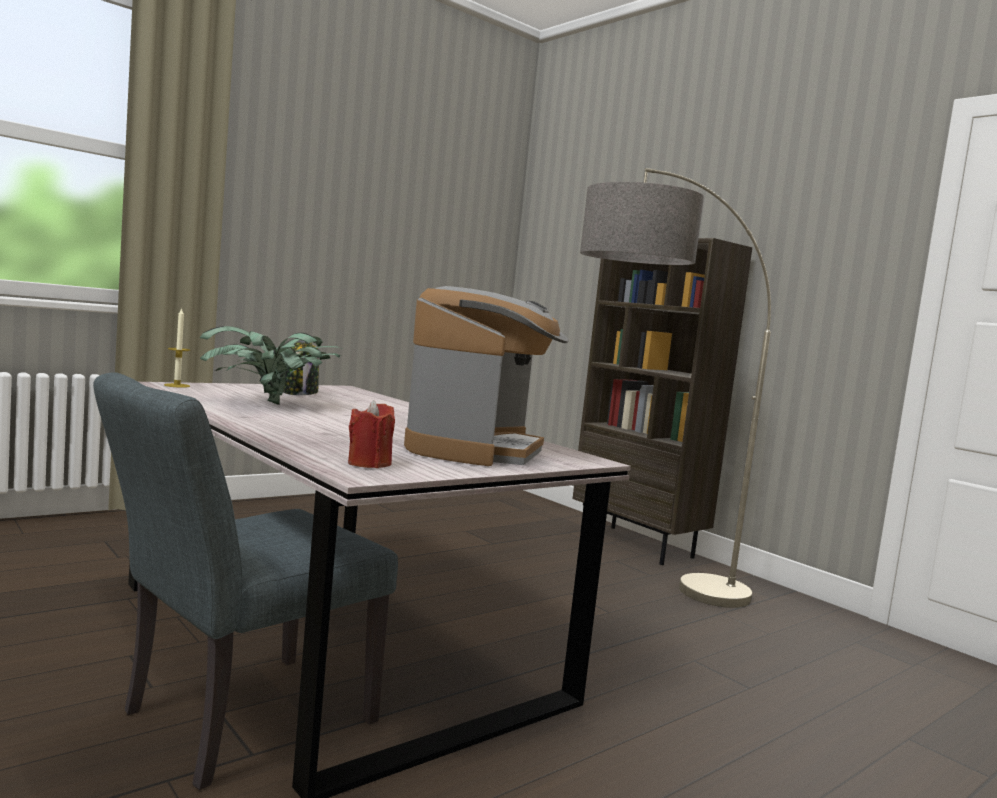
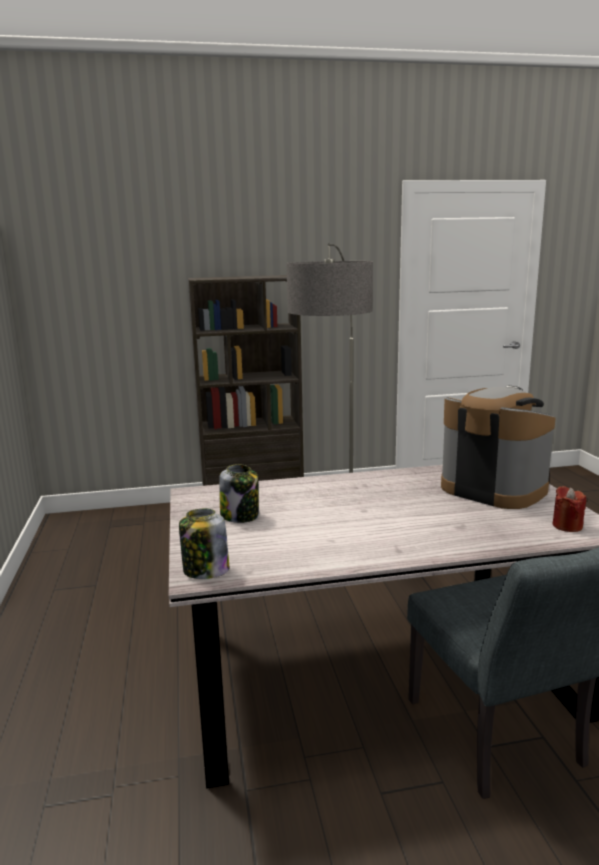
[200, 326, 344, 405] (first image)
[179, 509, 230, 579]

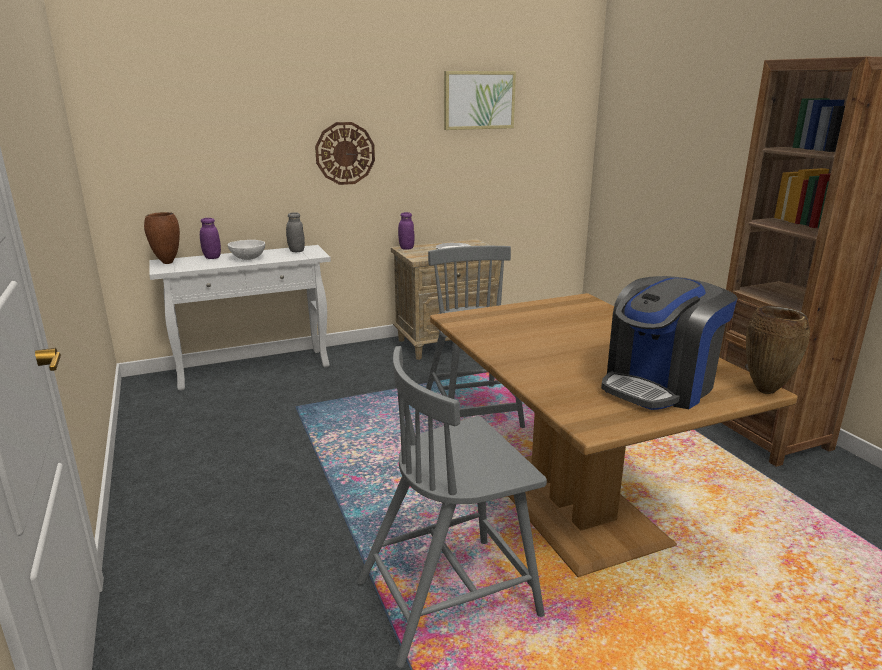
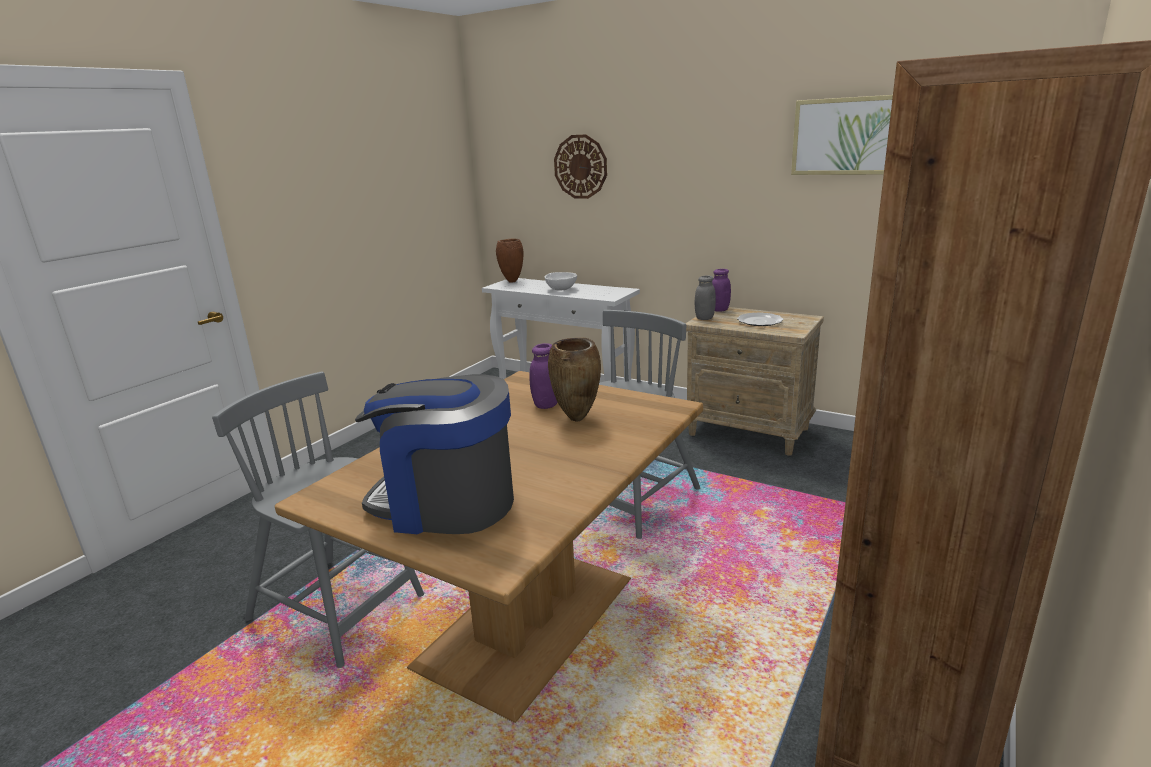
[529, 343, 557, 409]
[695, 275, 716, 320]
[554, 134, 607, 199]
[548, 338, 601, 422]

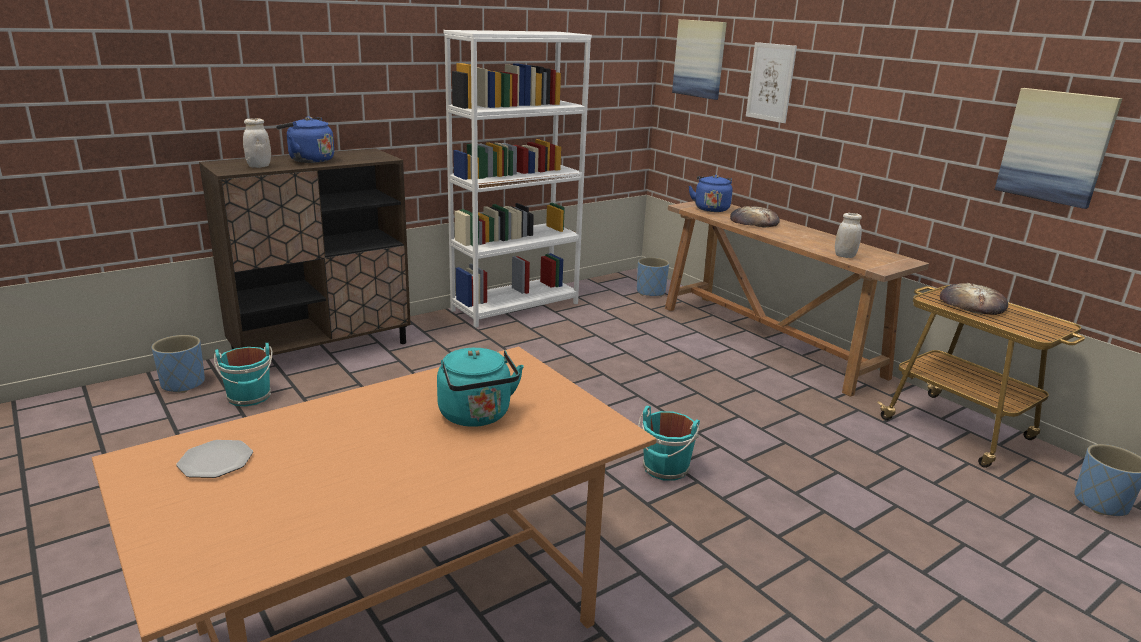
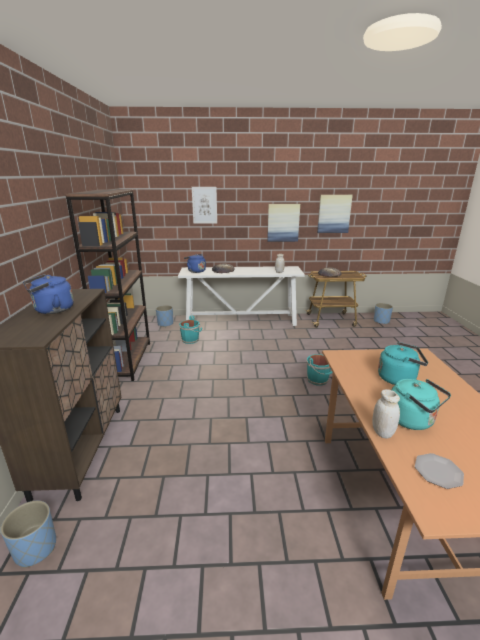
[392, 379, 451, 430]
[179, 315, 202, 344]
[372, 389, 400, 439]
[267, 204, 300, 242]
[65, 189, 150, 381]
[178, 266, 305, 326]

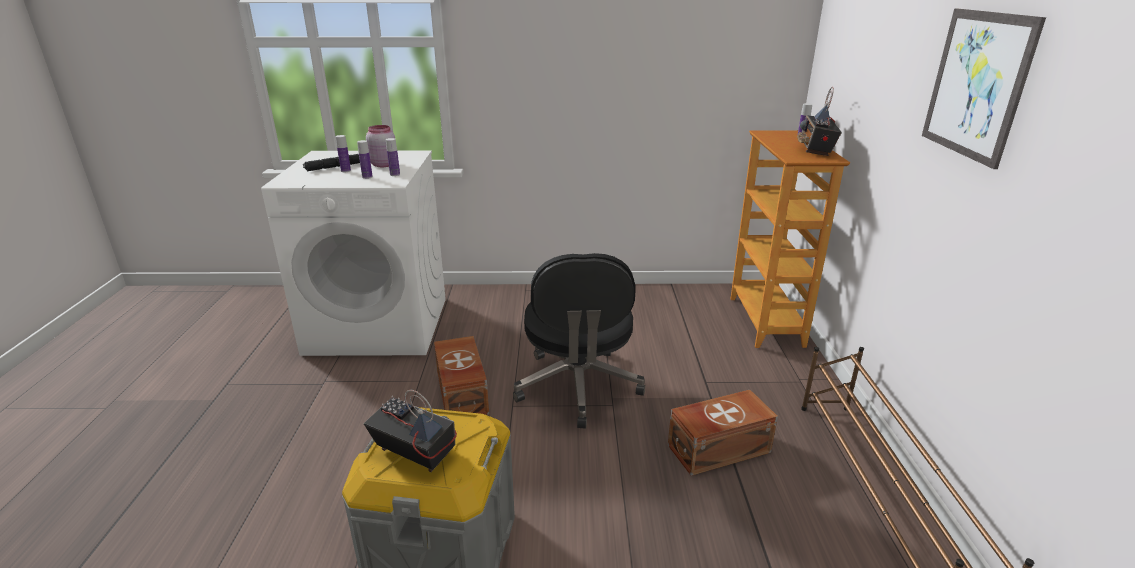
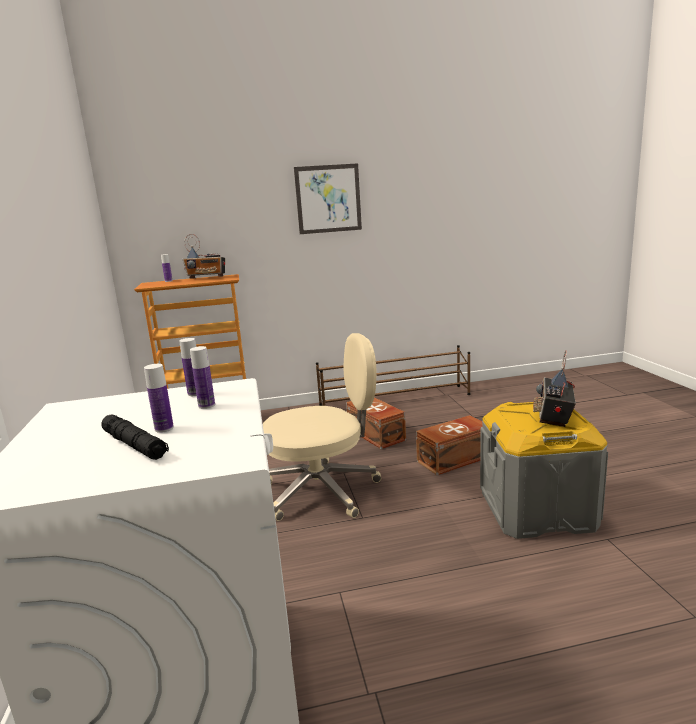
[366, 125, 395, 167] (first image)
[416, 415, 482, 475]
[263, 333, 381, 521]

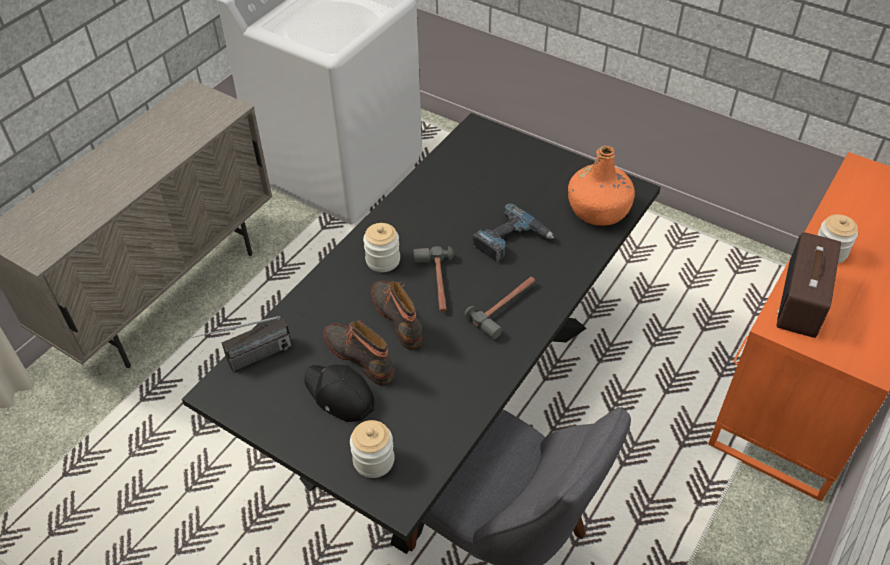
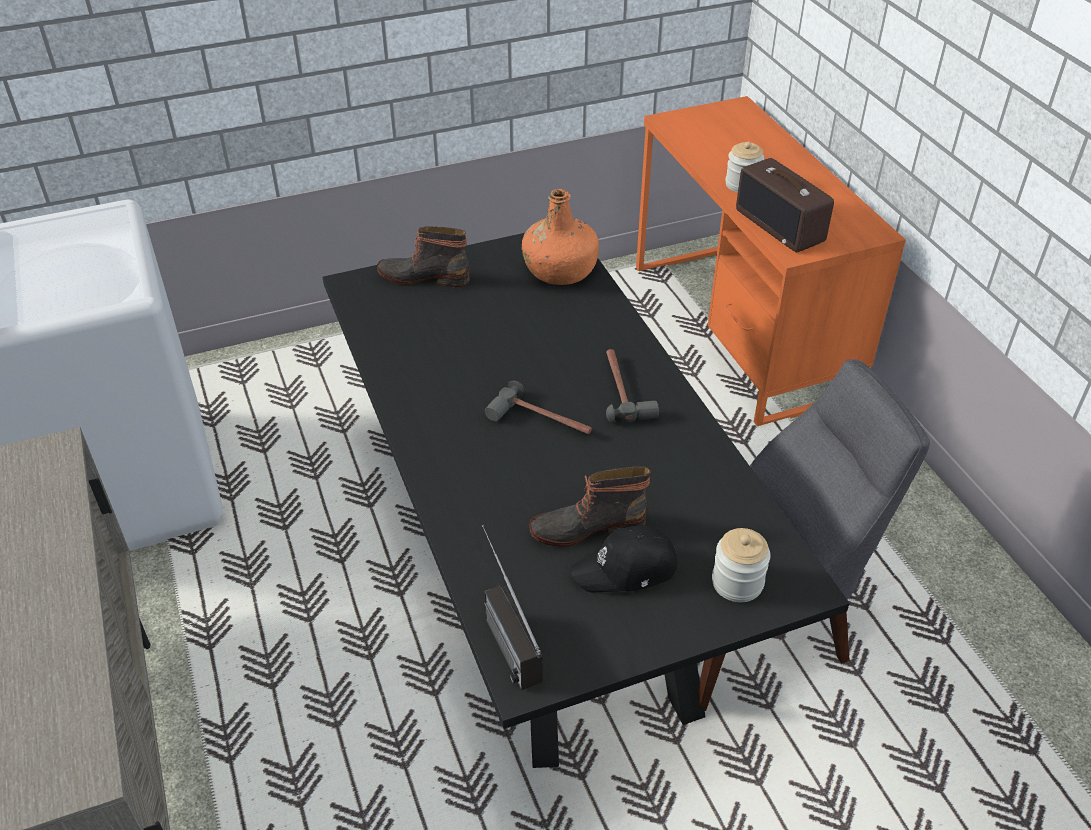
[363, 223, 400, 272] (first image)
[473, 203, 554, 262] (first image)
[377, 226, 470, 287]
[482, 525, 543, 690]

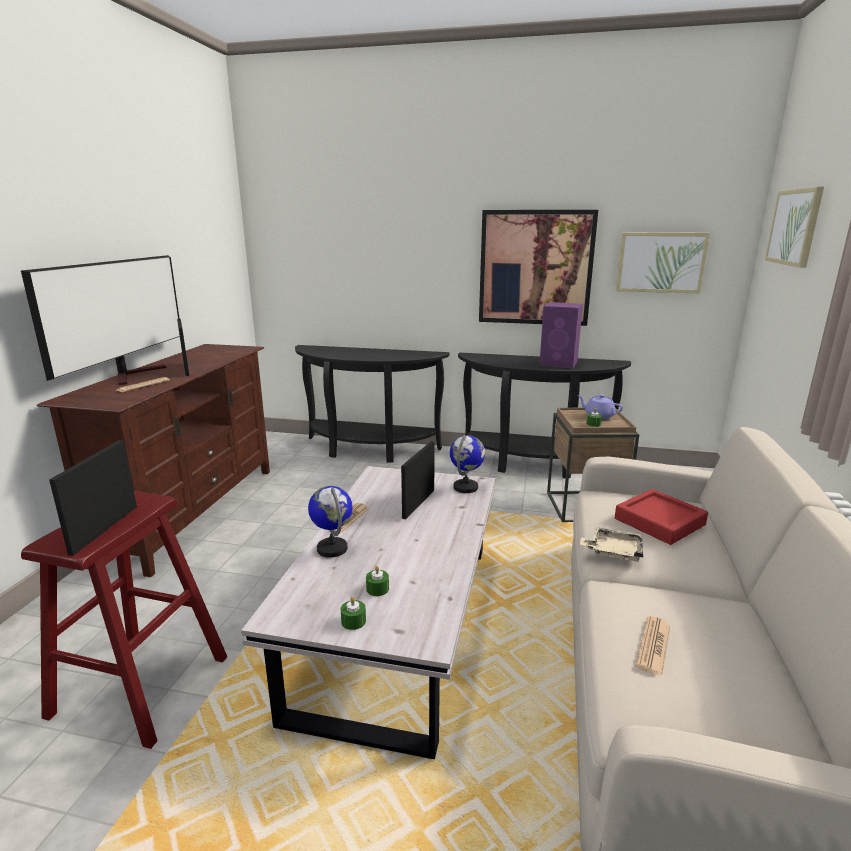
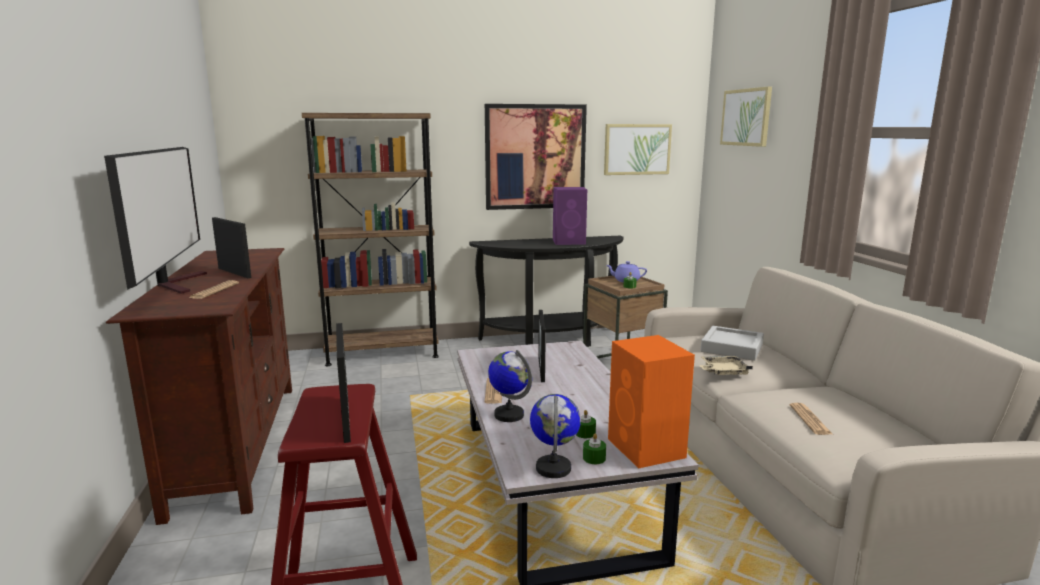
[608, 335, 695, 468]
[530, 394, 581, 478]
[302, 113, 439, 366]
[700, 326, 764, 361]

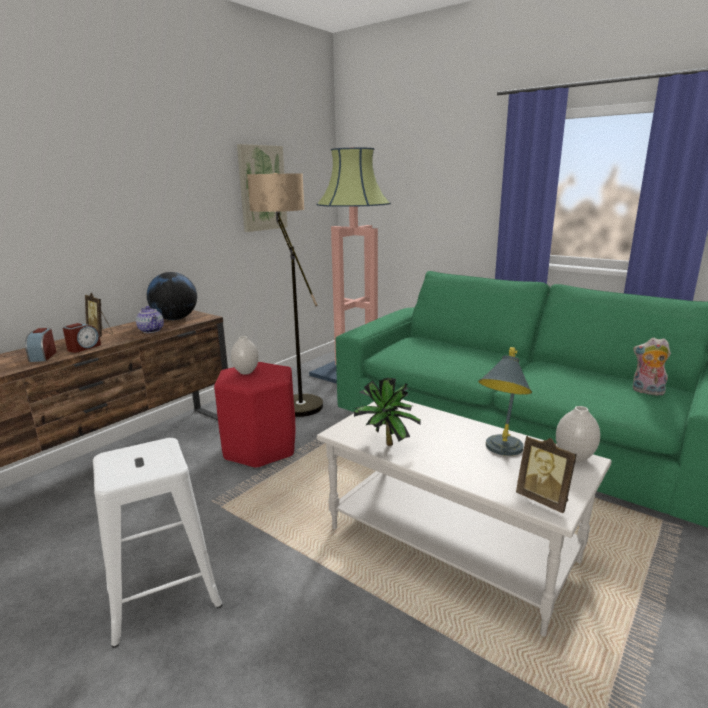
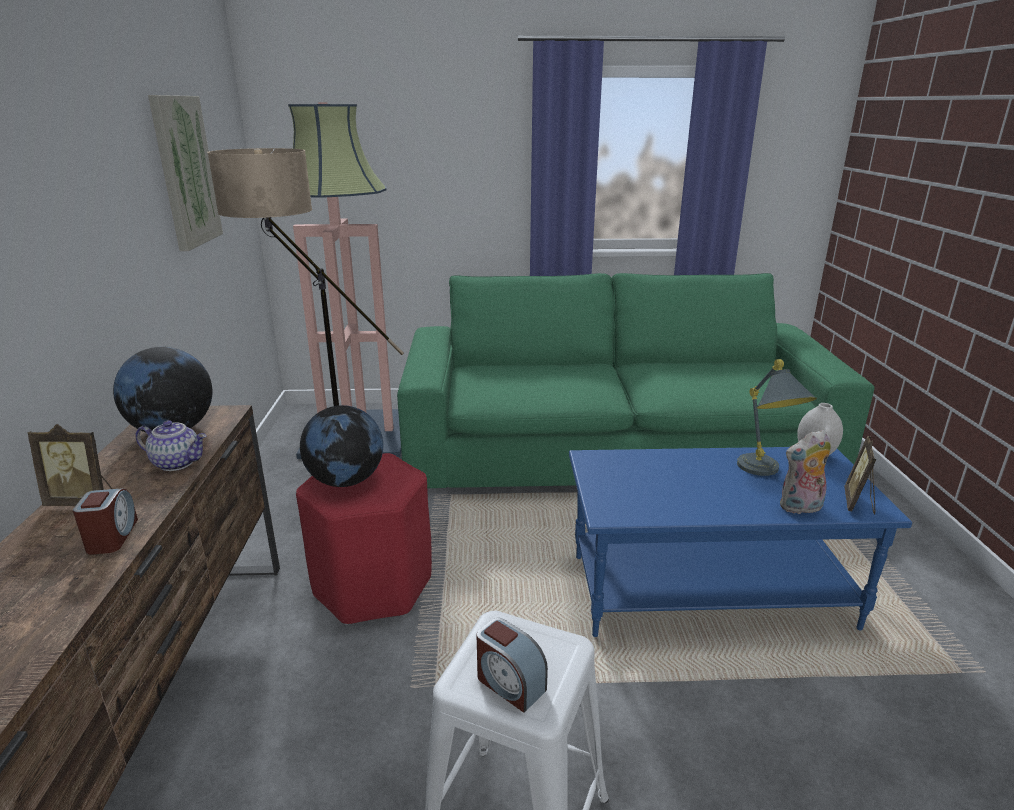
[354, 378, 421, 446] (first image)
[477, 618, 548, 713]
[780, 430, 831, 515]
[300, 405, 383, 487]
[569, 447, 912, 637]
[844, 436, 877, 515]

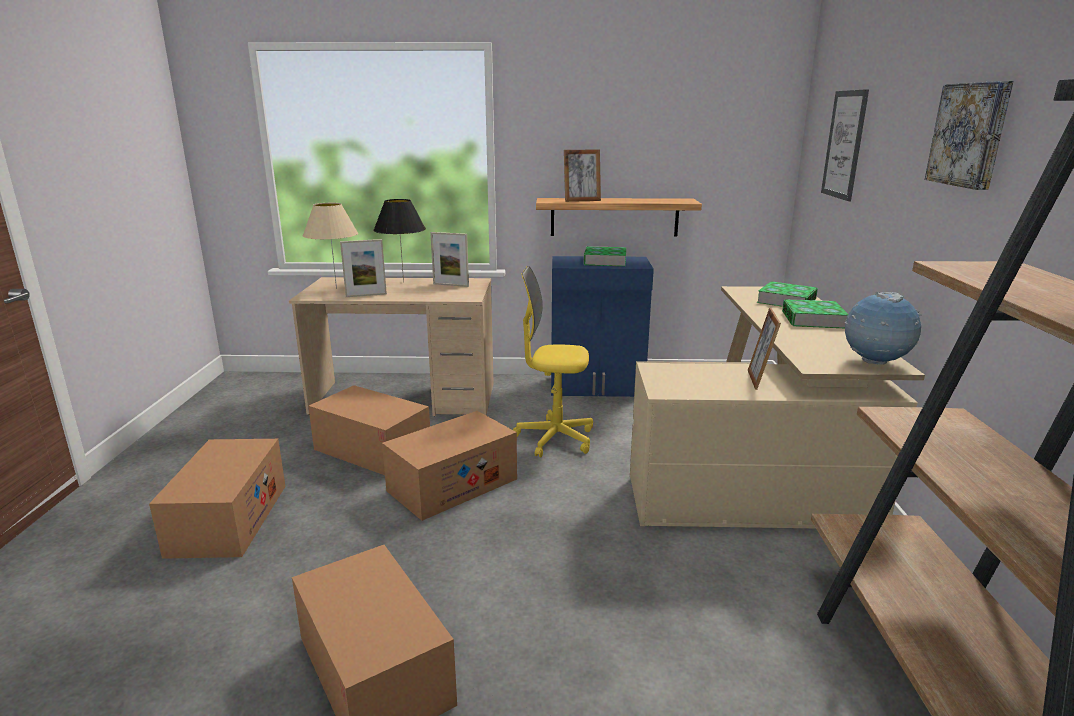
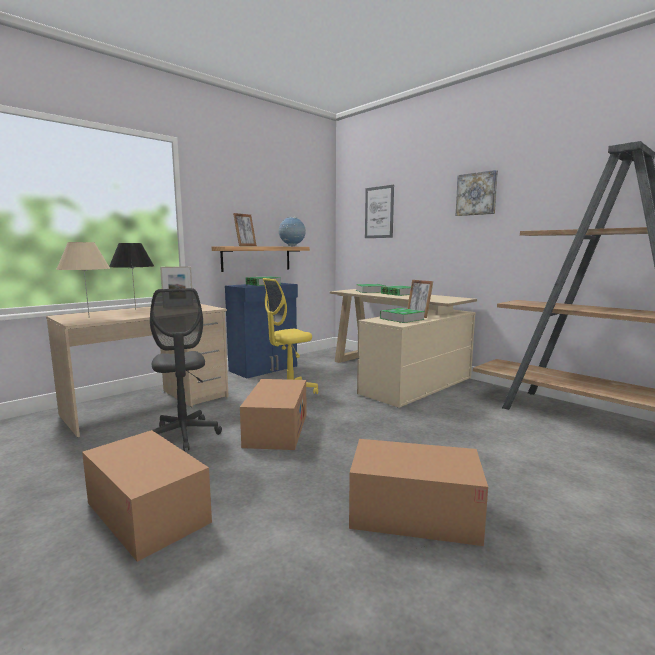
[340, 239, 387, 297] (first image)
[380, 308, 425, 323]
[279, 217, 306, 246]
[150, 288, 222, 451]

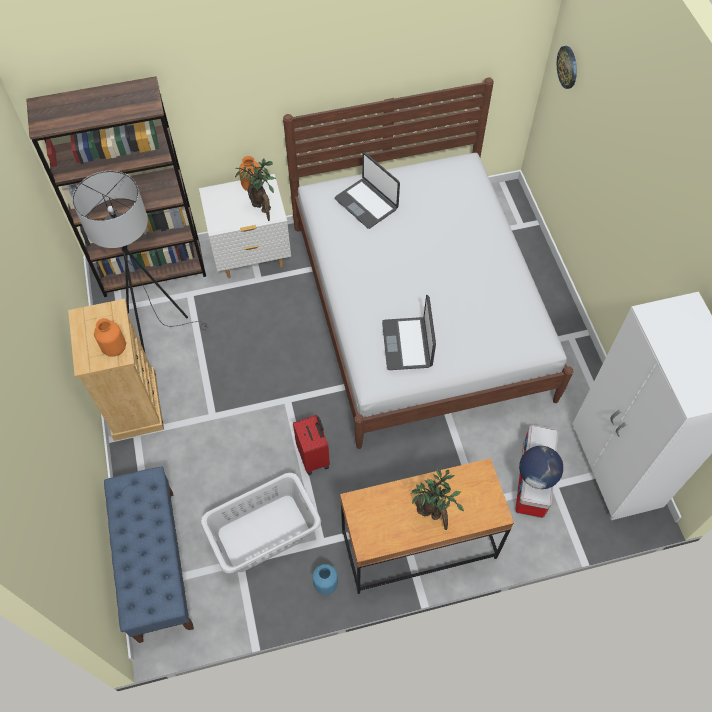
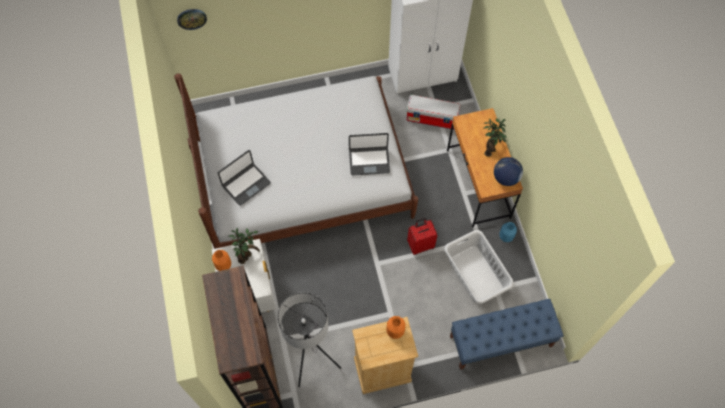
[494, 157, 523, 186]

